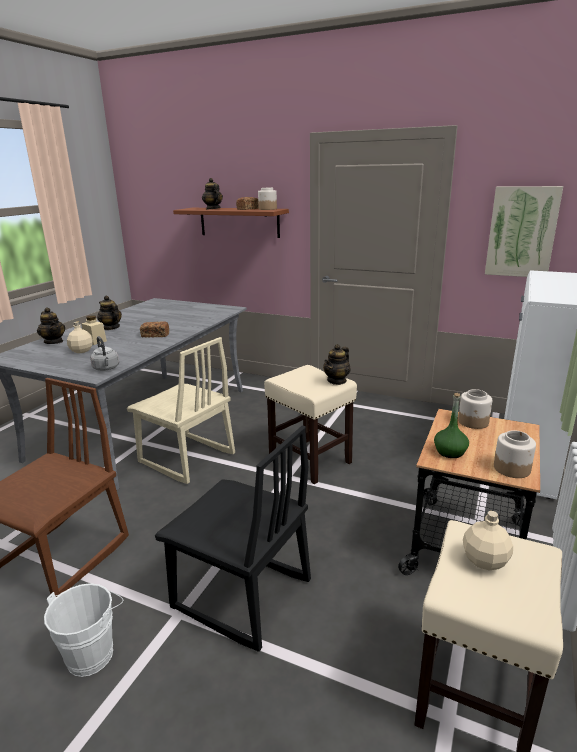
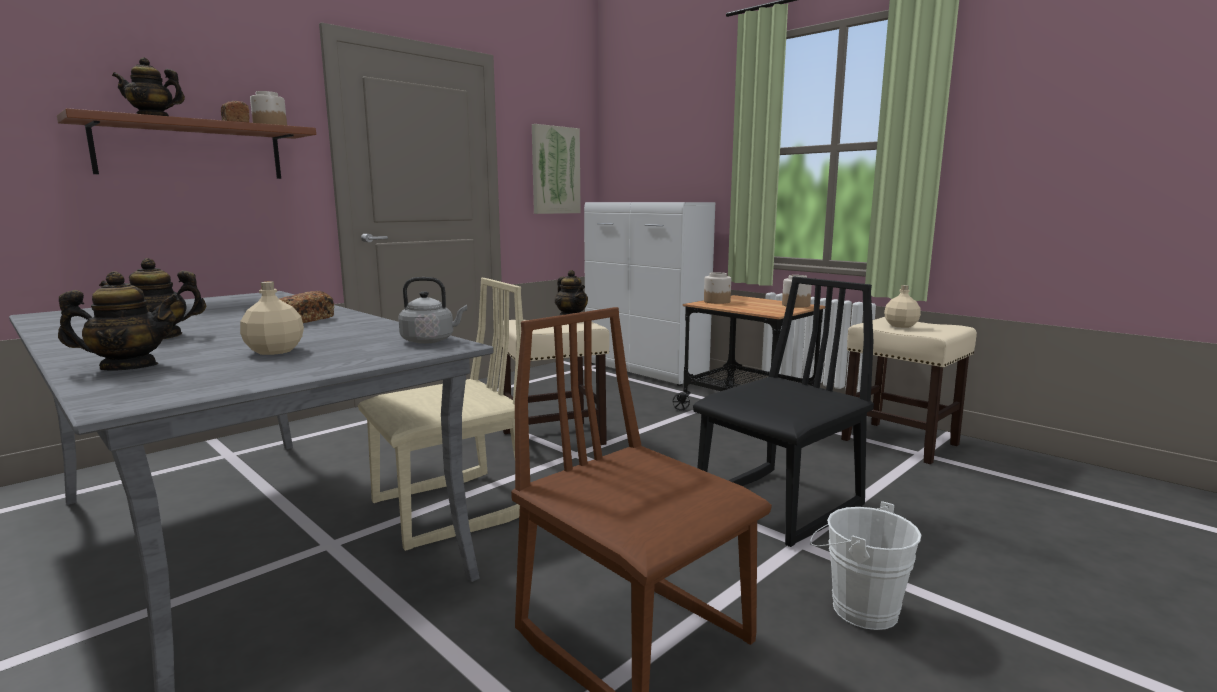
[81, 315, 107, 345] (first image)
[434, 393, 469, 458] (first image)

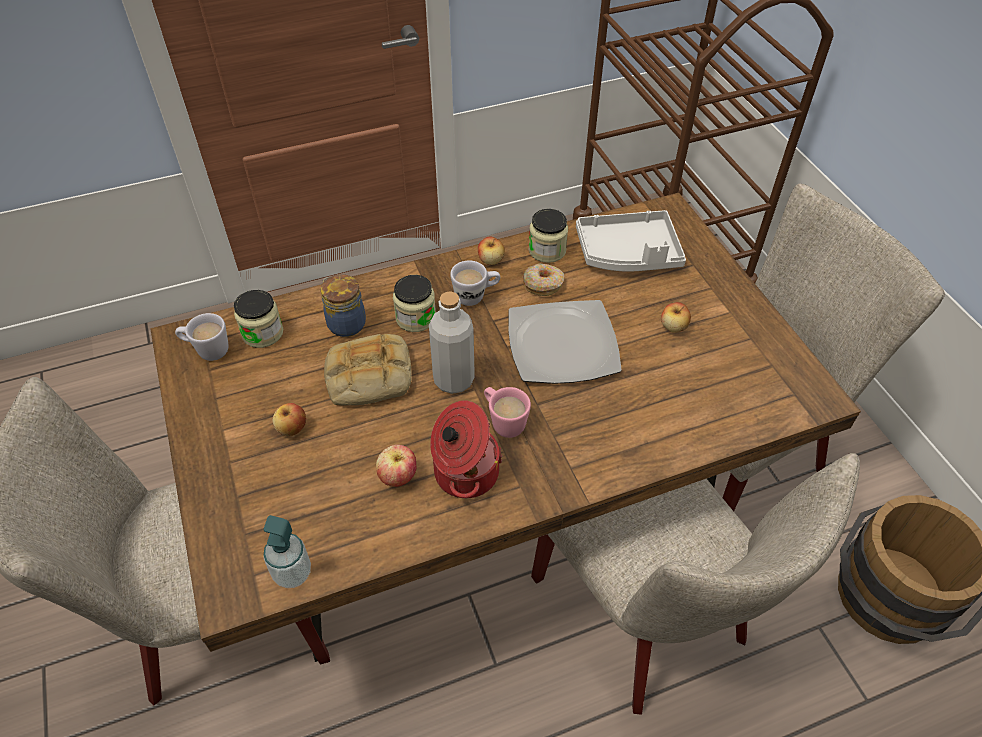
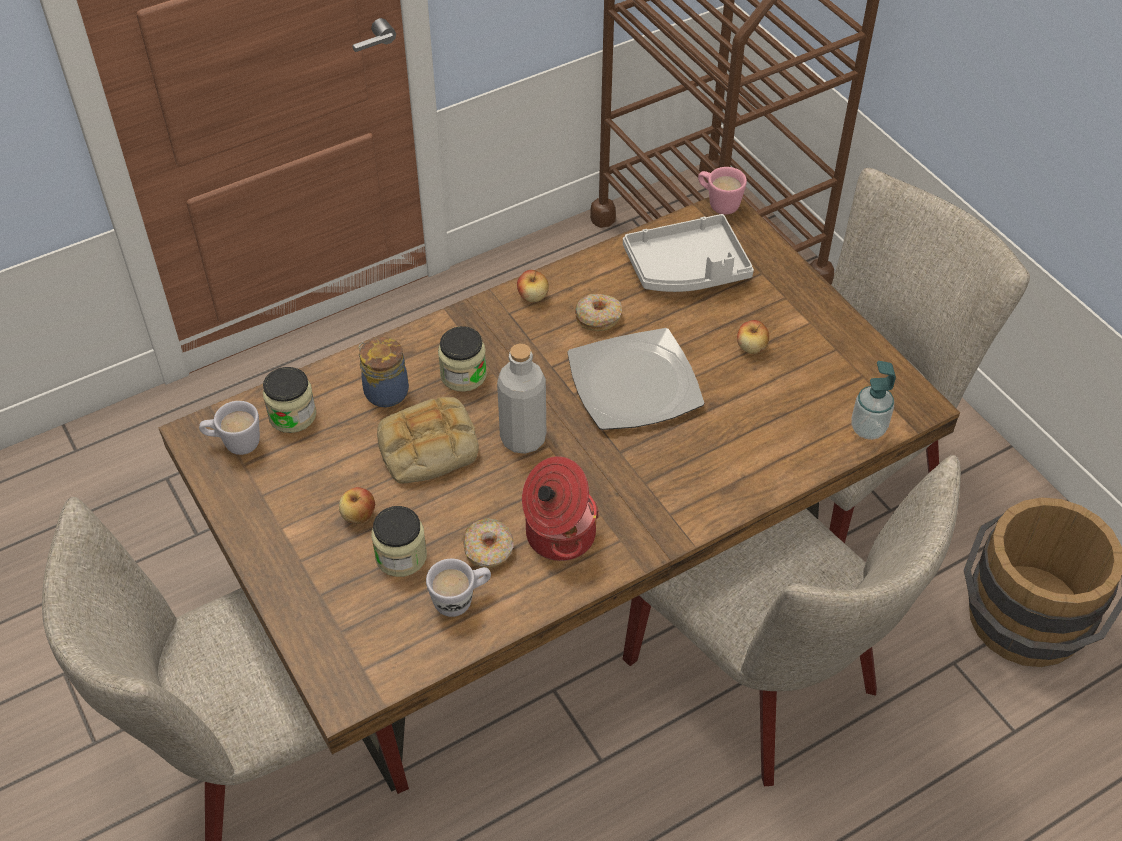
[851, 361, 896, 440]
[426, 559, 491, 617]
[698, 167, 747, 215]
[371, 506, 427, 577]
[463, 518, 514, 569]

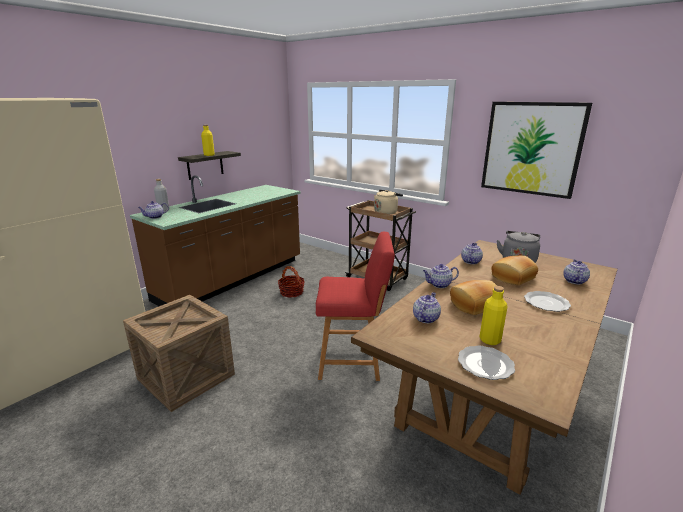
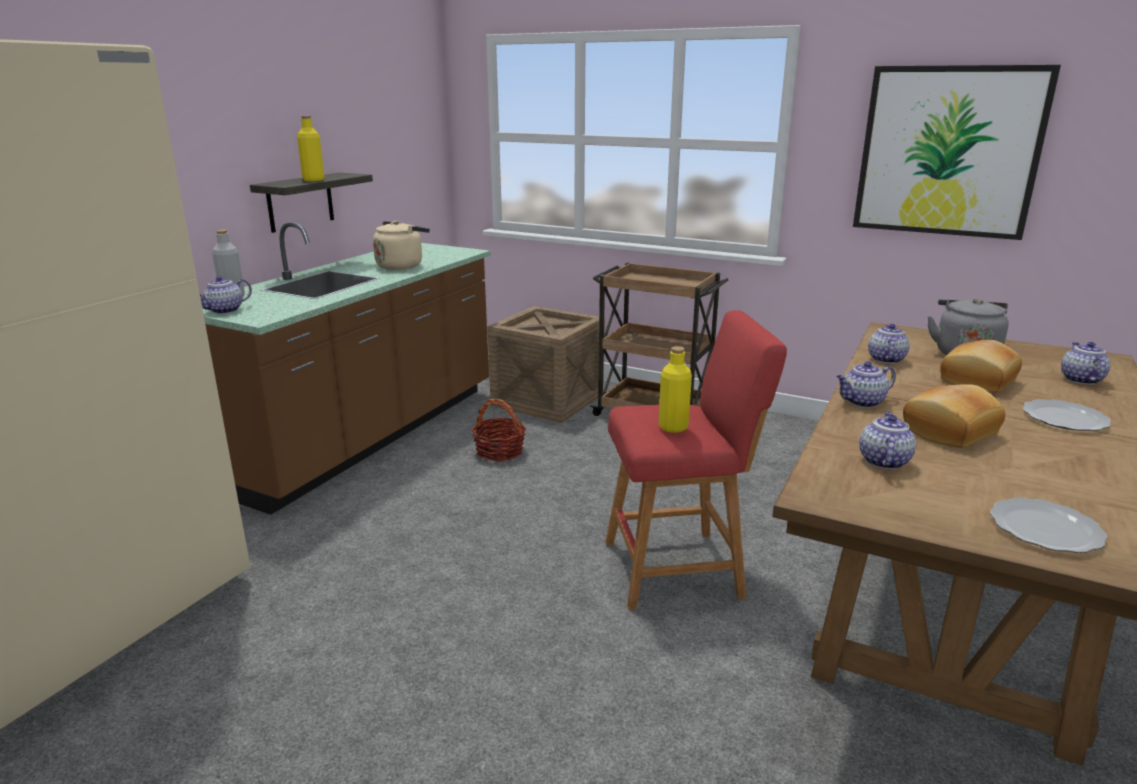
[487, 306, 605, 423]
[373, 221, 430, 270]
[658, 346, 692, 433]

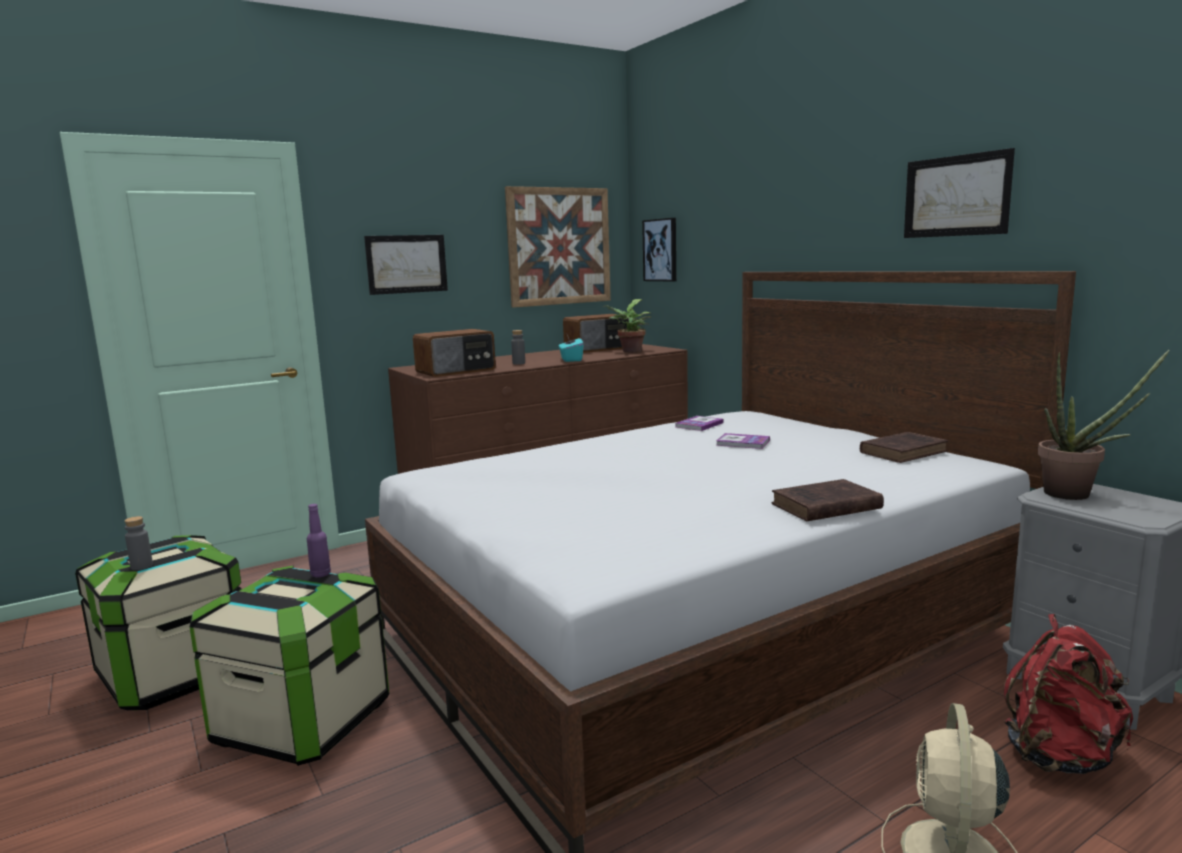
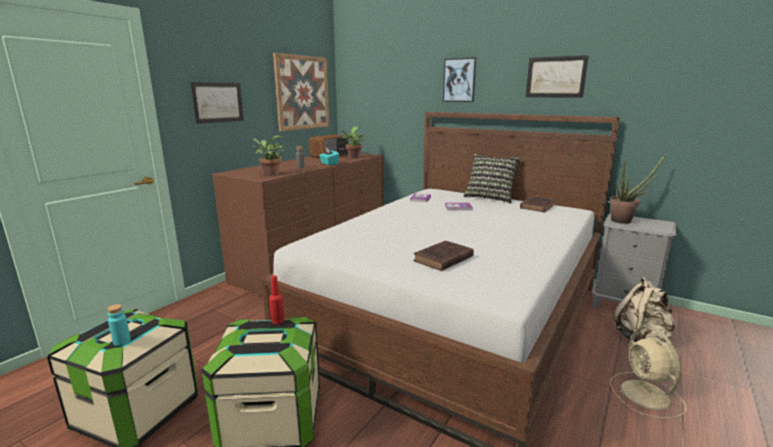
[464, 154, 521, 204]
[443, 57, 477, 102]
[413, 241, 474, 271]
[252, 136, 284, 176]
[107, 304, 131, 346]
[269, 275, 285, 325]
[613, 277, 676, 342]

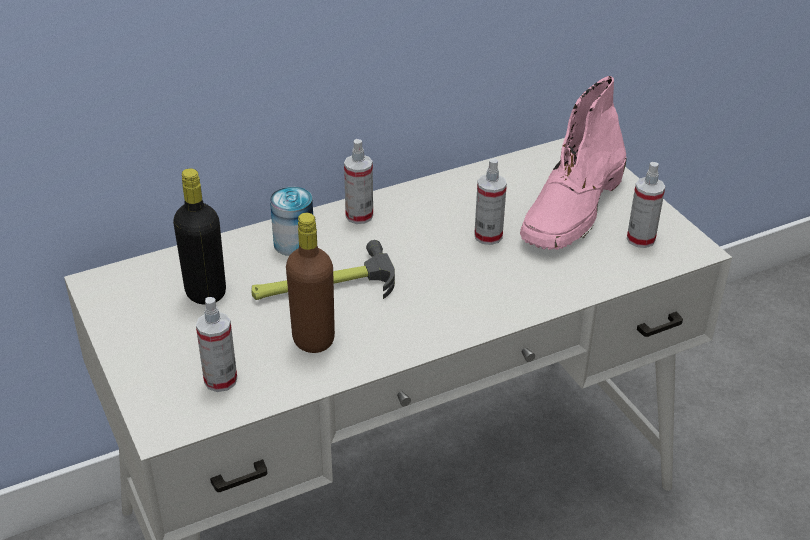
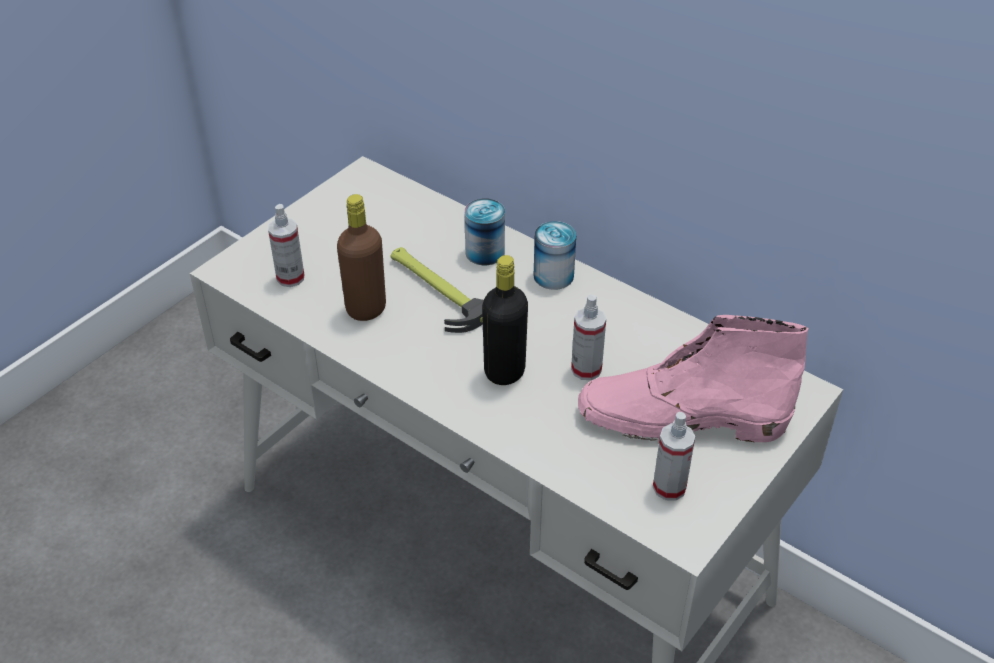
[482, 255, 528, 385]
[534, 221, 576, 290]

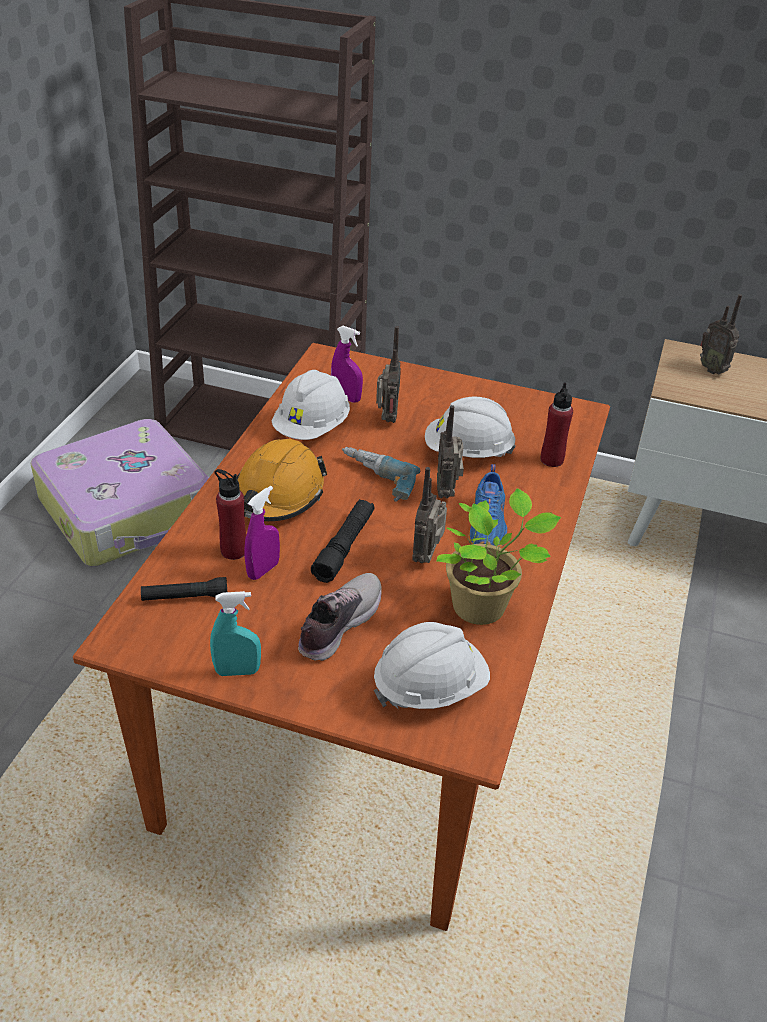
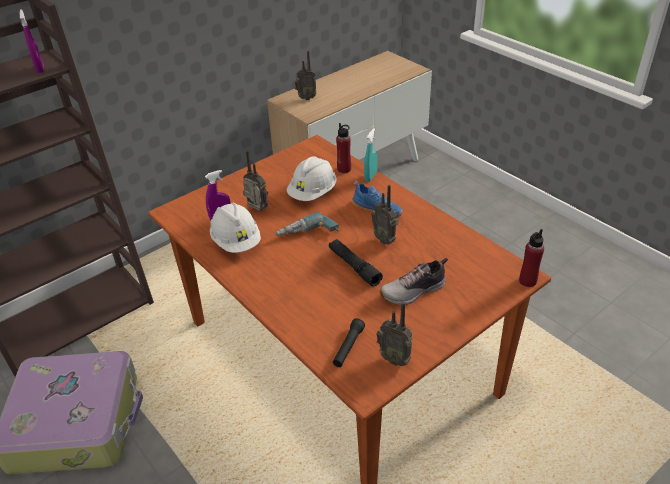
[237, 439, 327, 521] (first image)
[374, 622, 490, 709] (first image)
[436, 488, 561, 625] (first image)
[364, 128, 377, 182]
[519, 229, 544, 287]
[20, 9, 44, 73]
[376, 302, 413, 366]
[379, 258, 448, 305]

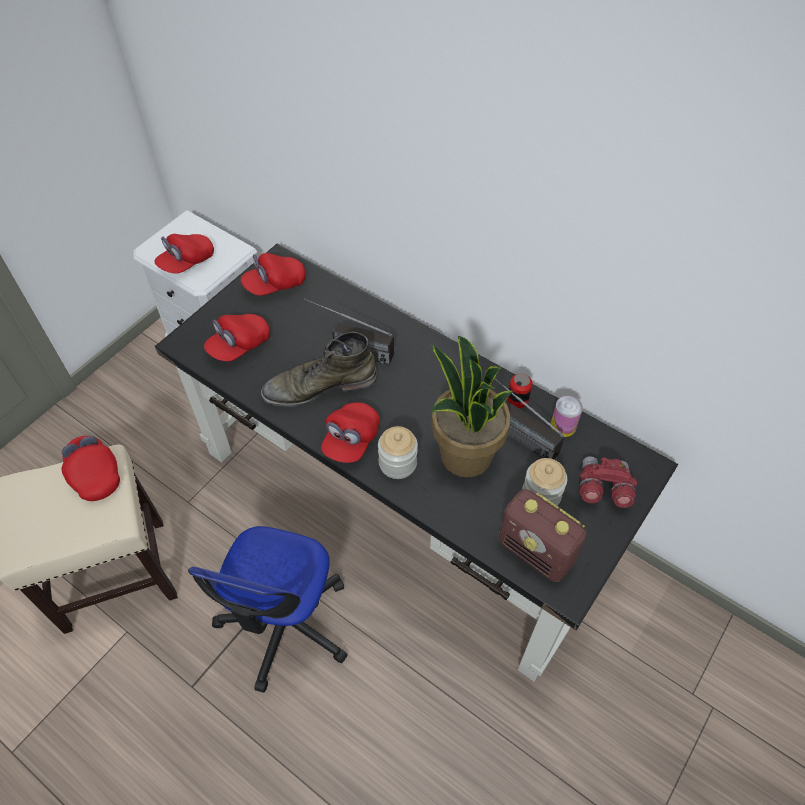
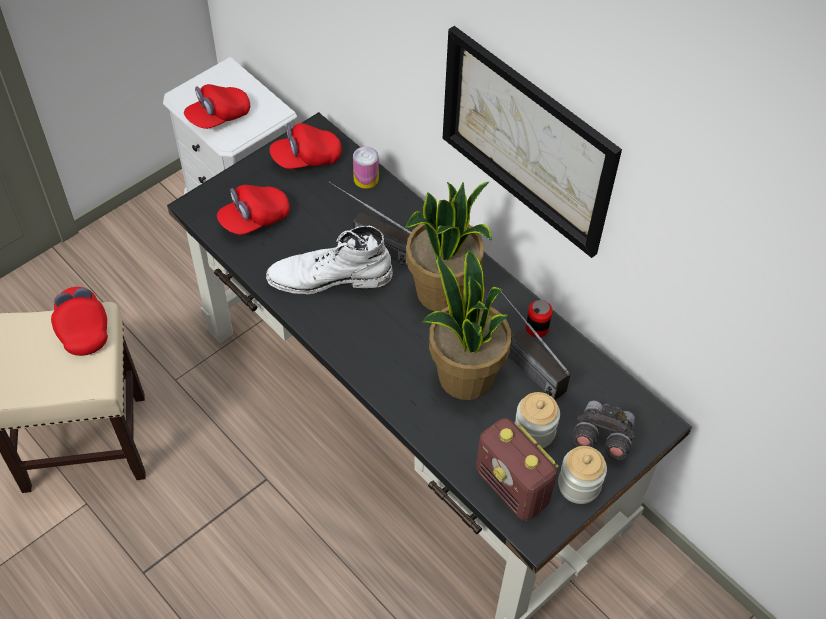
[188, 526, 348, 692] (first image)
[321, 402, 380, 463] (first image)
[405, 182, 492, 311]
[443, 26, 622, 258]
[558, 446, 607, 504]
[353, 147, 379, 189]
[266, 226, 393, 294]
[573, 401, 636, 460]

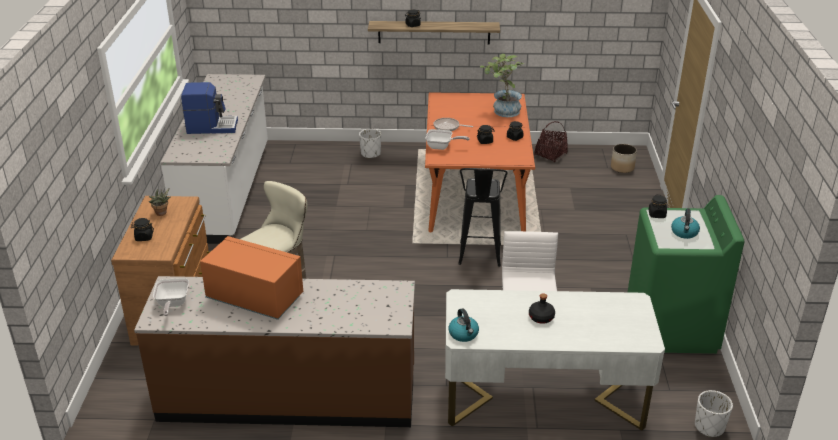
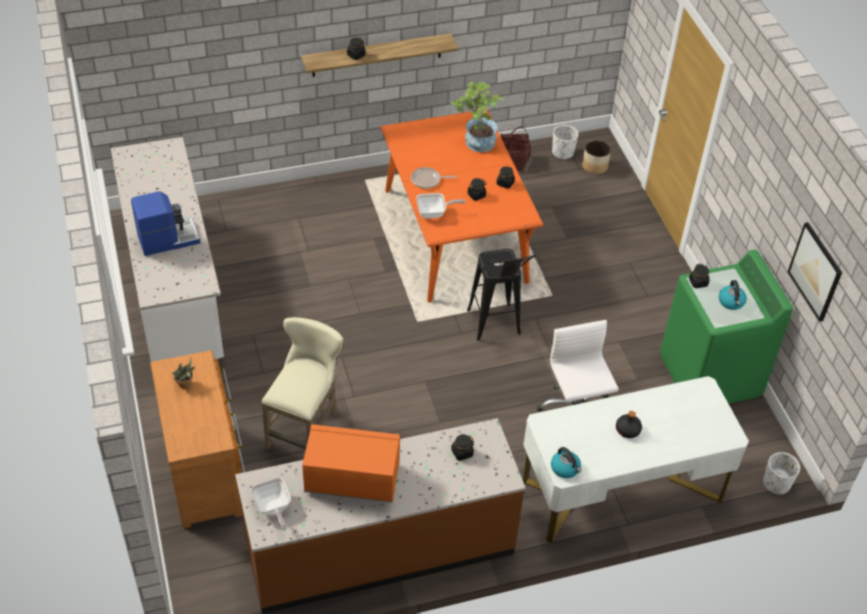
[788, 222, 842, 322]
[451, 434, 474, 461]
[552, 125, 578, 160]

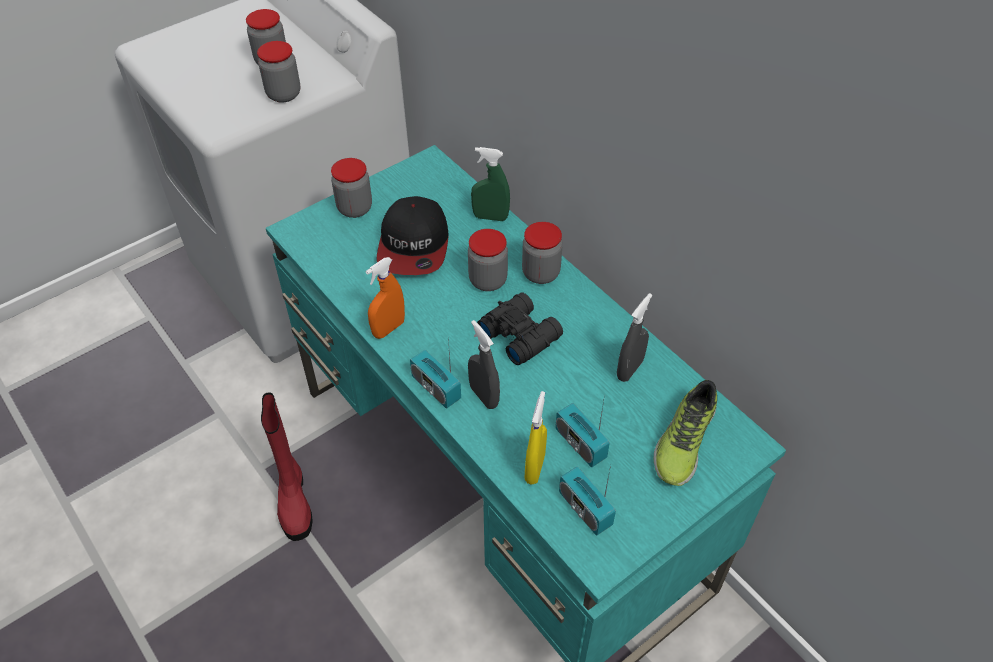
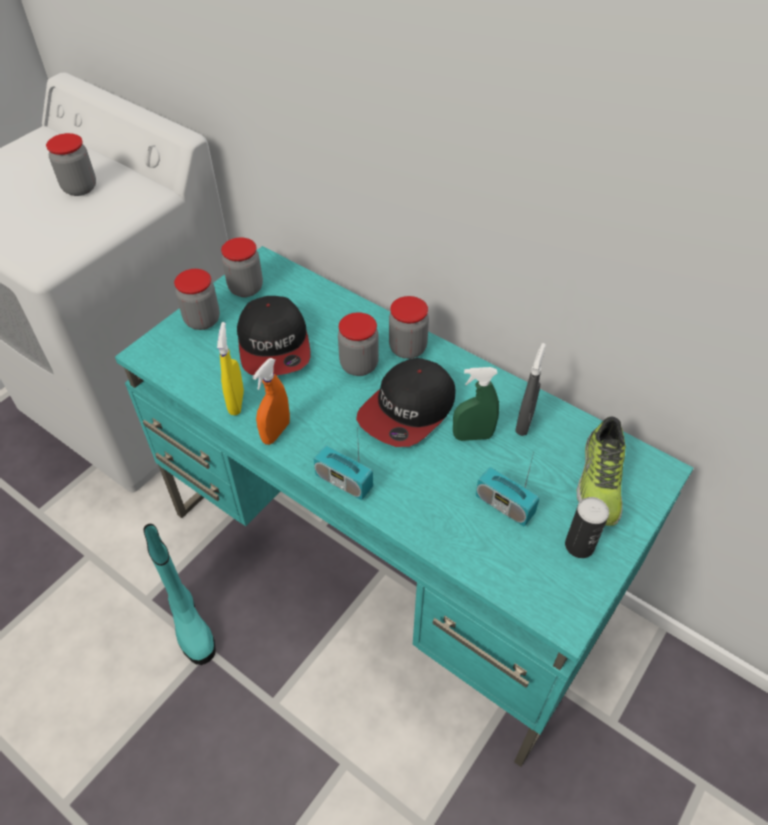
[468, 320, 500, 409] (first image)
[559, 465, 616, 535] (first image)
[565, 497, 609, 558]
[221, 237, 263, 297]
[453, 367, 499, 441]
[217, 322, 244, 415]
[356, 358, 455, 447]
[144, 524, 216, 665]

